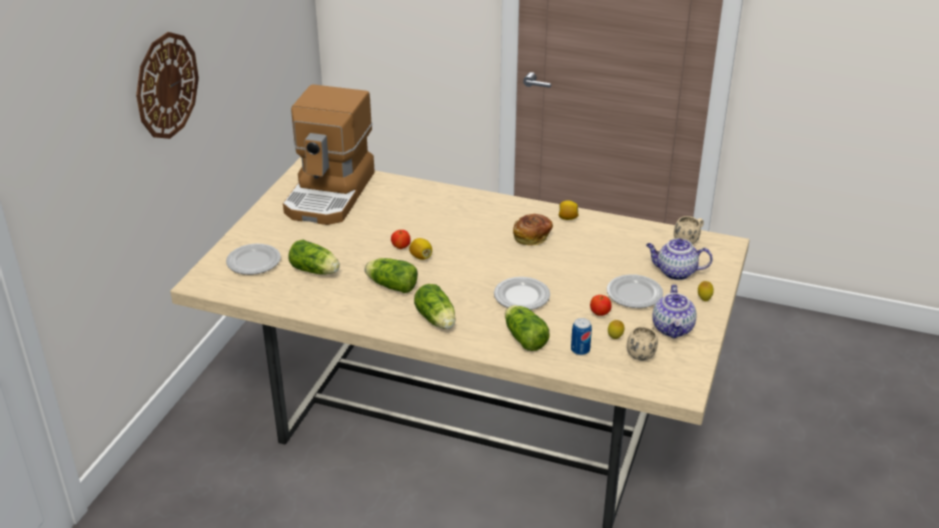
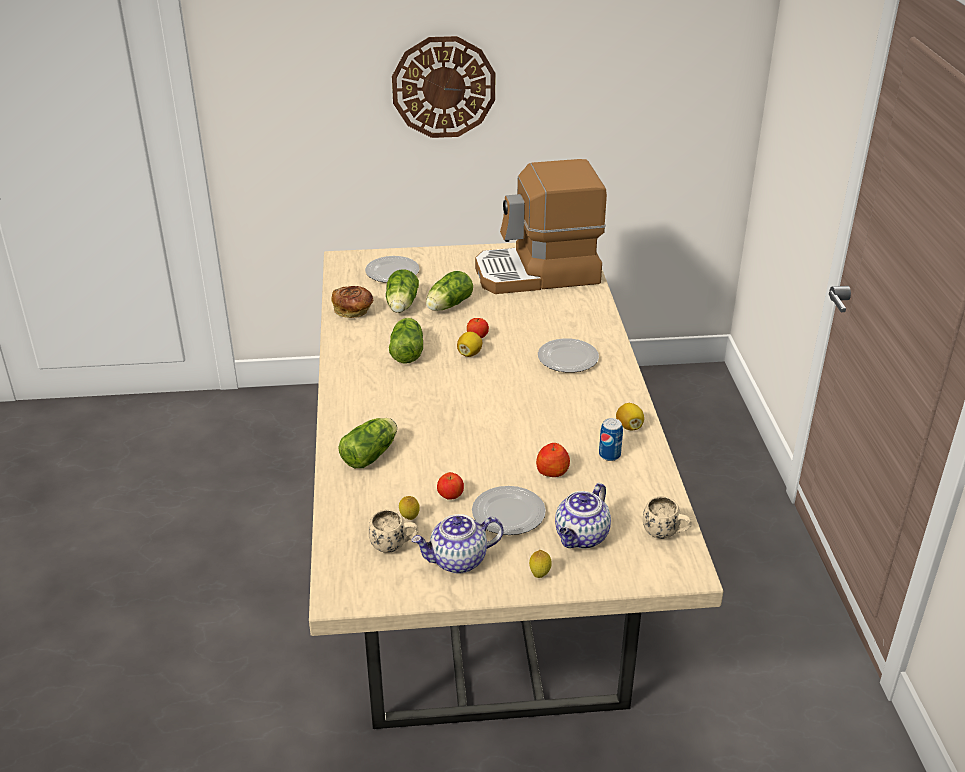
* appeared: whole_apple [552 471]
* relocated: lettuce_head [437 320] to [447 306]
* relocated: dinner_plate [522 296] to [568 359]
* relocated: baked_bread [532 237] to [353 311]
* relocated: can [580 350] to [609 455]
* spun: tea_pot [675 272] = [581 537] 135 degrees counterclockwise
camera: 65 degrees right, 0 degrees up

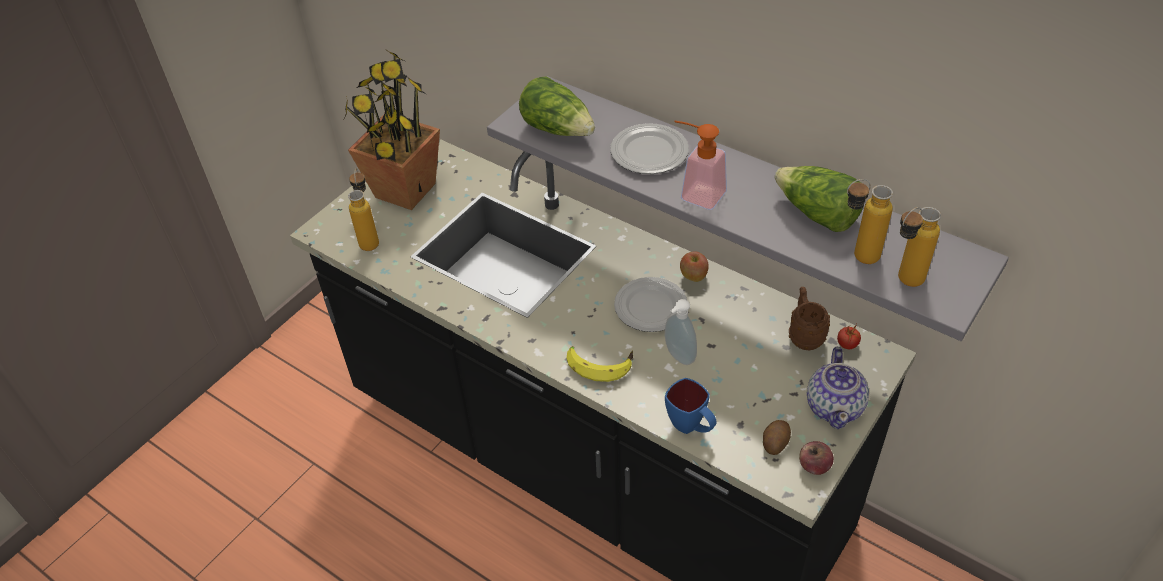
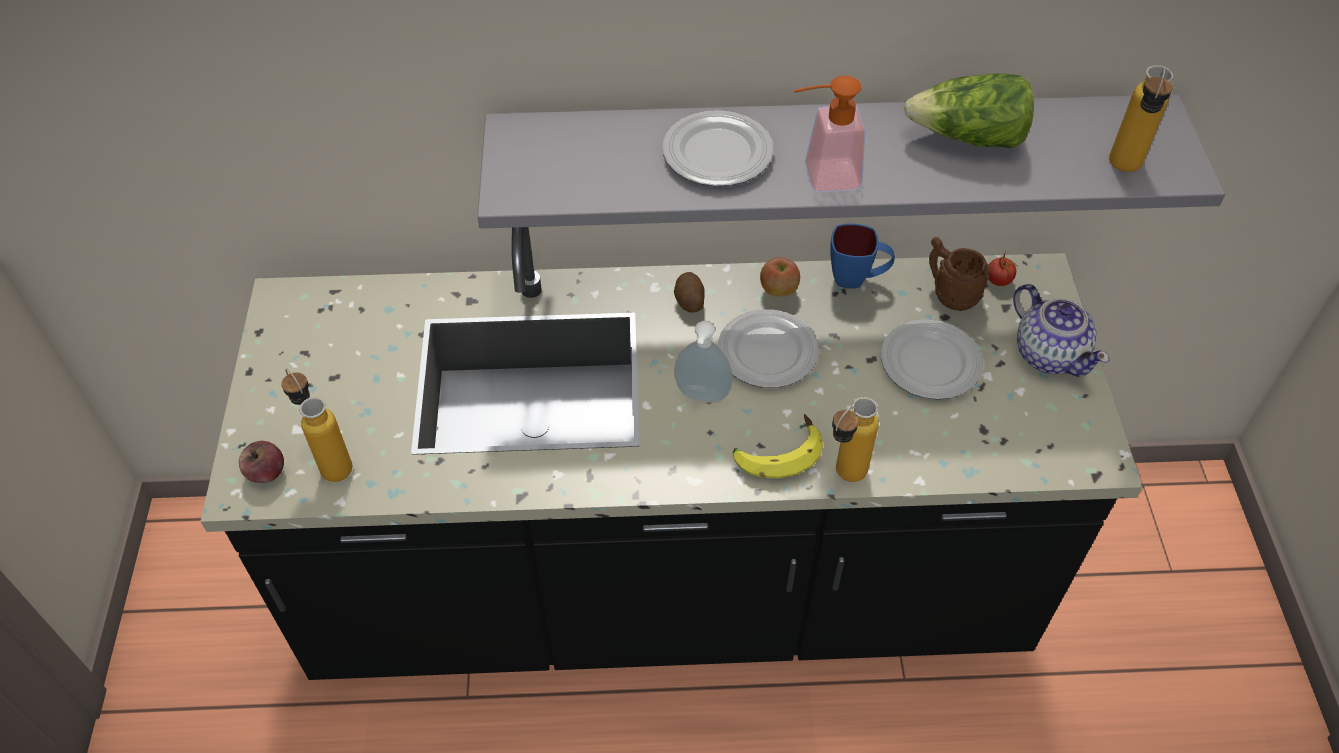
* missing: houseplant [405 191]
* missing: lettuce_head [558 129]
* appeared: dinner_plate [930 362]
* relocated: liquid_soap_bottle [678 357] to [701 397]
* relocated: blue-coloured_mug [691 427] to [857 279]
* relocated: potato [775 443] to [689 301]
* relocated: whole_apple [814 466] to [266 473]
* relocated: beverage_bottle [856 257] to [842 478]
camera: 40 degrees left, 5 degrees up

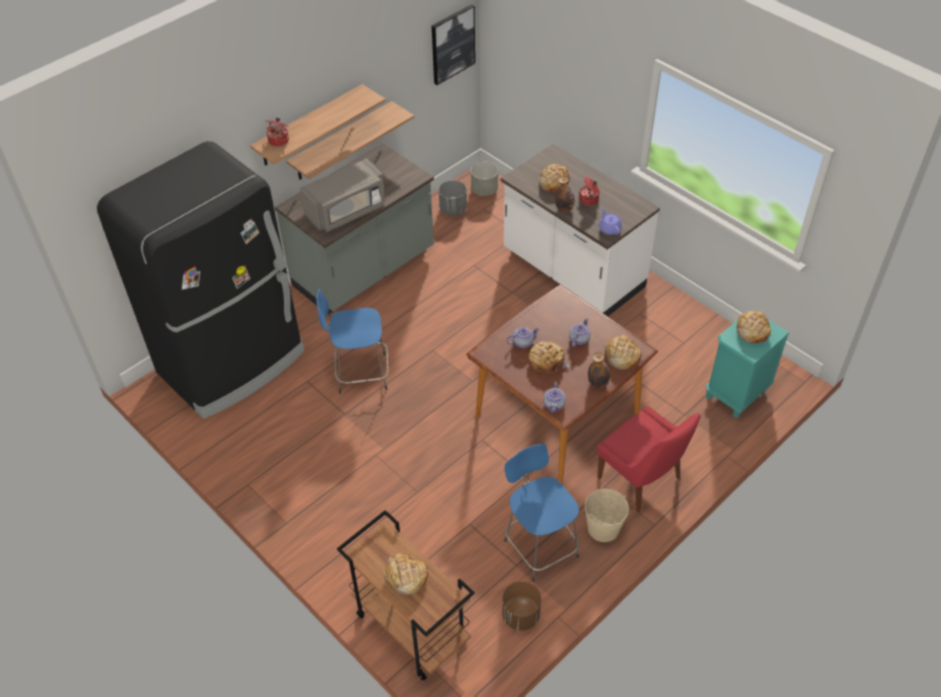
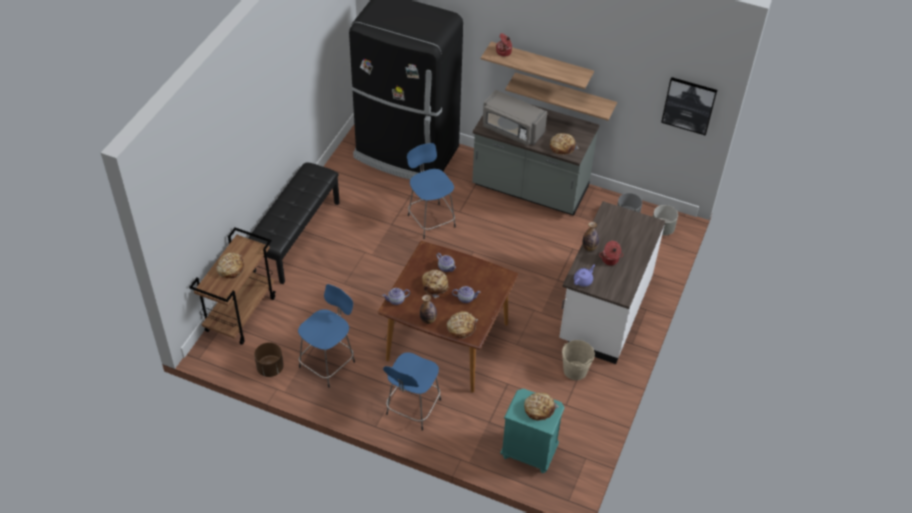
* appeared: black_bench [296 236]
* relocated: baked_bread [553 182] to [562 147]
* relocated: sand-coloured_pail [603 528] to [575 370]
* exchanged: red_plain_chair [641 479] to blue-coloured_stool [412 408]
camera: 65 degrees right, 0 degrees up

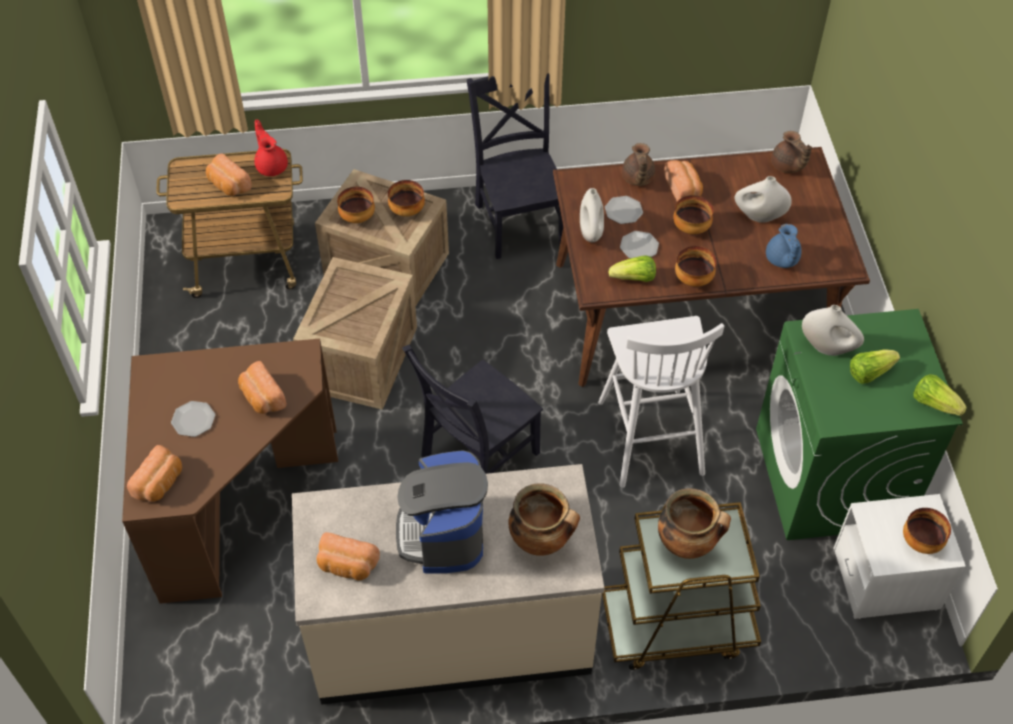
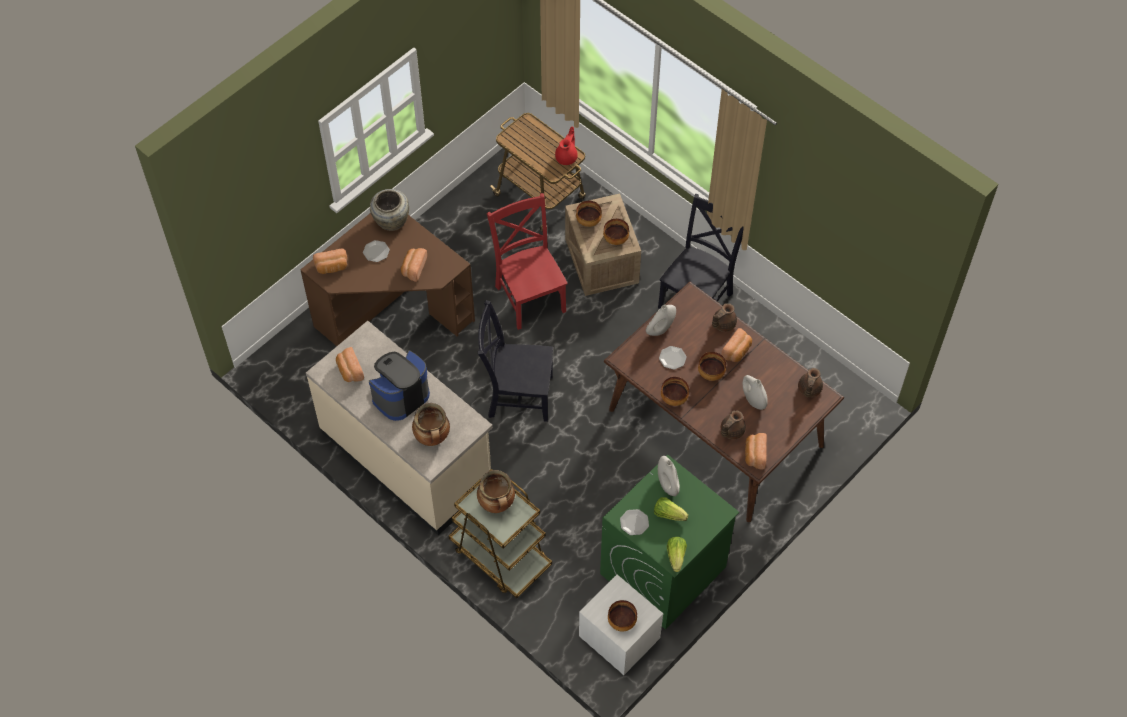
* missing: white_stool [649 435]
* missing: lettuce_head [634 278]
* appeared: sand-coloured_decorative_vase [391 222]
* relocated: baked_bread [228 185] to [754 455]
* relocated: dinner_plate [624 211] to [634 523]
* exchanged: shipping_crate [360 356] to red_plain_chair [530 296]
* colour: blue-coloured_tea_pot [782 260] to brown_tea_pot [731 431]
camera: 50 degrees right, 5 degrees up

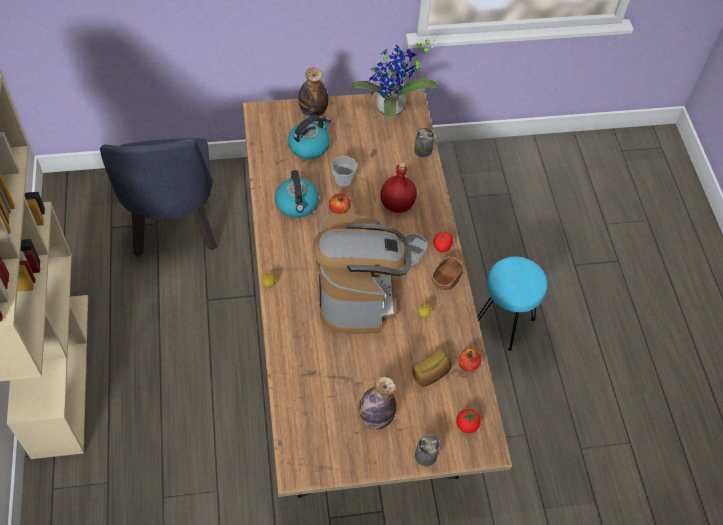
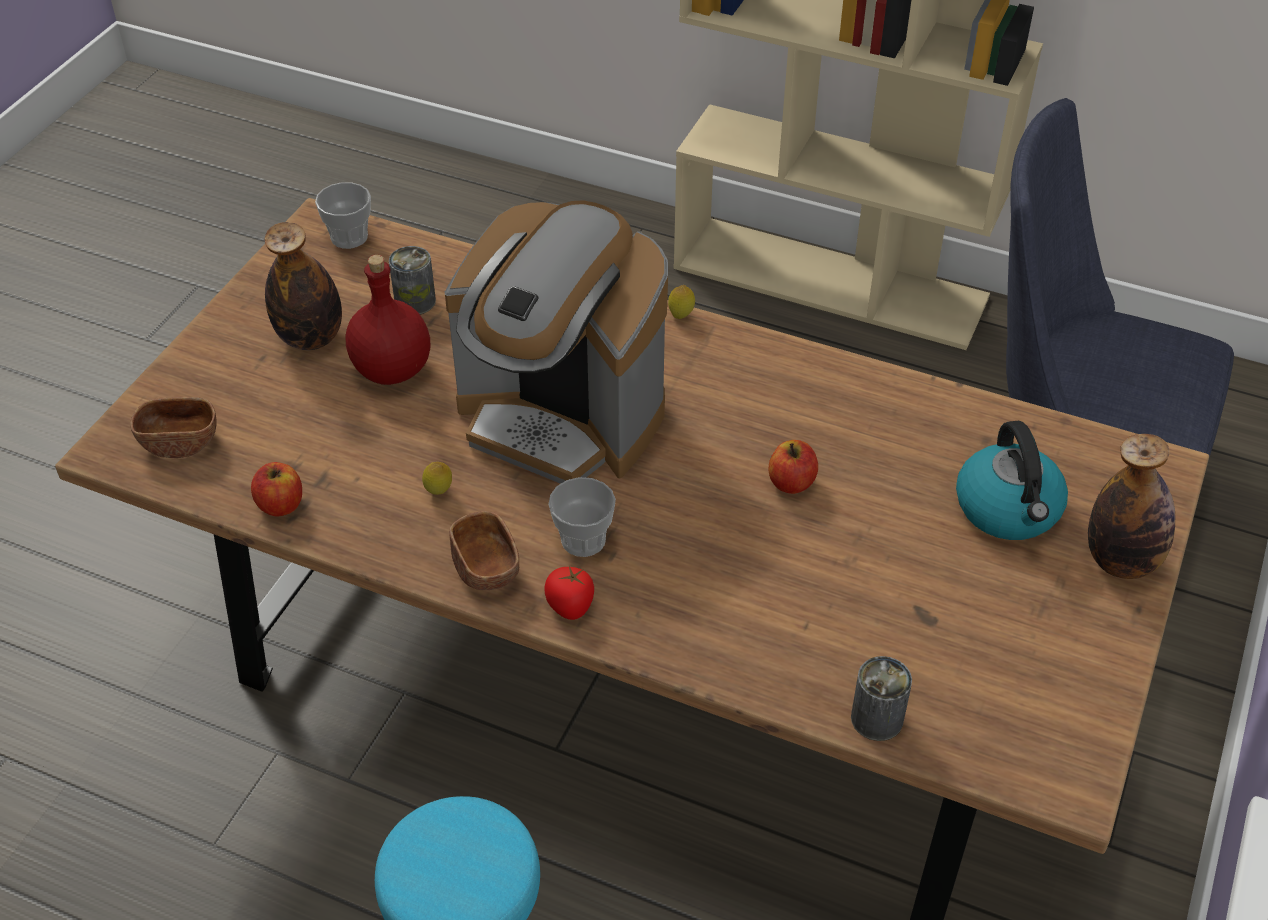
* missing: tea_kettle [297 204]
* missing: houseplant [391 111]
* missing: baked_bread [431 374]
* relocated: drinking_cup [343 180] to [349 237]
* relocated: red_beverage_bottle [397 204] to [392 371]
* relocated: can [425 455] to [415 301]
* exchanged: fresh_tomato [466 425] to brown_deep_dish [180 442]
camera: 125 degrees right, 10 degrees down

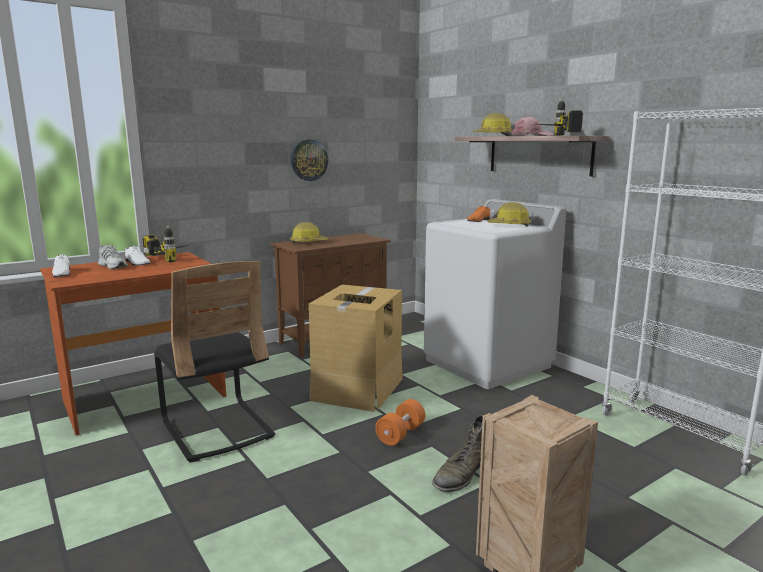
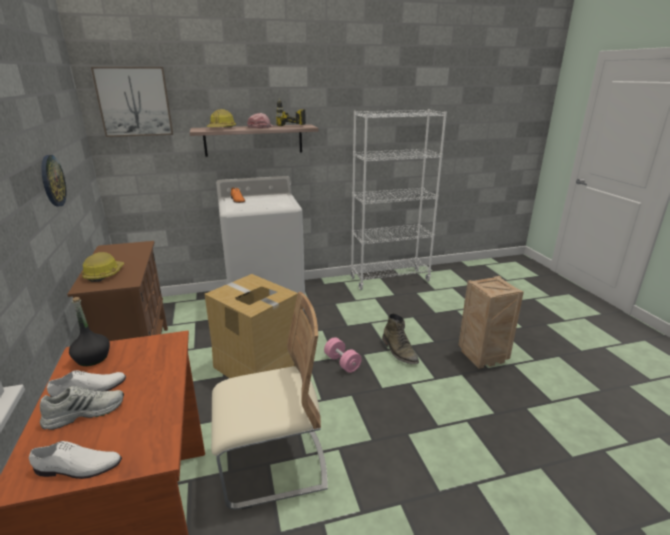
* missing: hard_hat [509 226]
* appeared: wall_picture [134 102]
* exchanged: drill [174 257] to black_beverage_bottle [93 358]
* colour: black_plain_chair [216 429] to sand-coloured_plain_chair [273 465]
* colour: orange-coloured_free_weight [400 434] to pink-coloured_free_weight [342 363]
camera: 70 degrees left, 10 degrees up

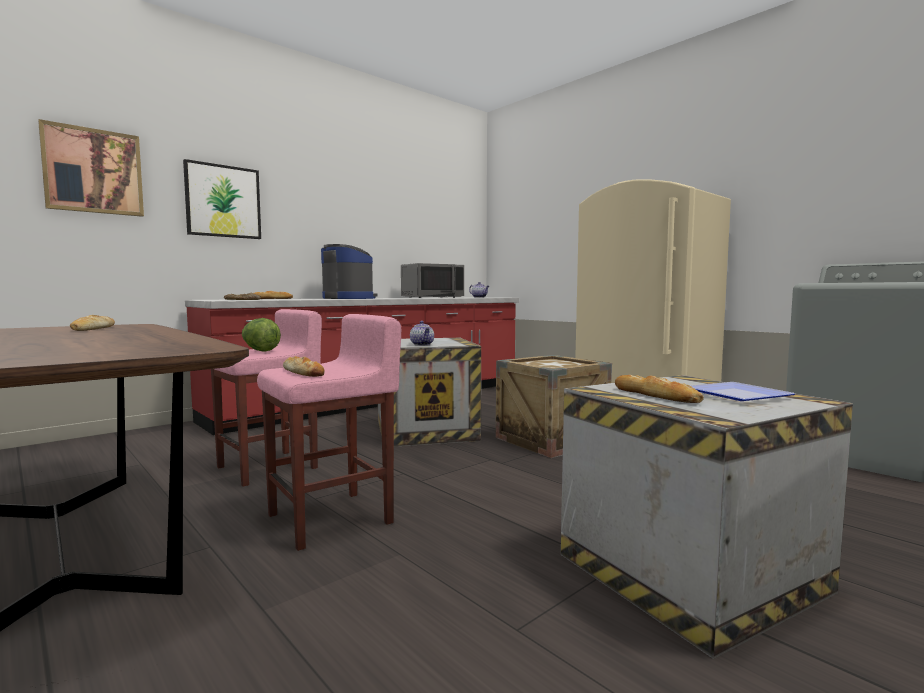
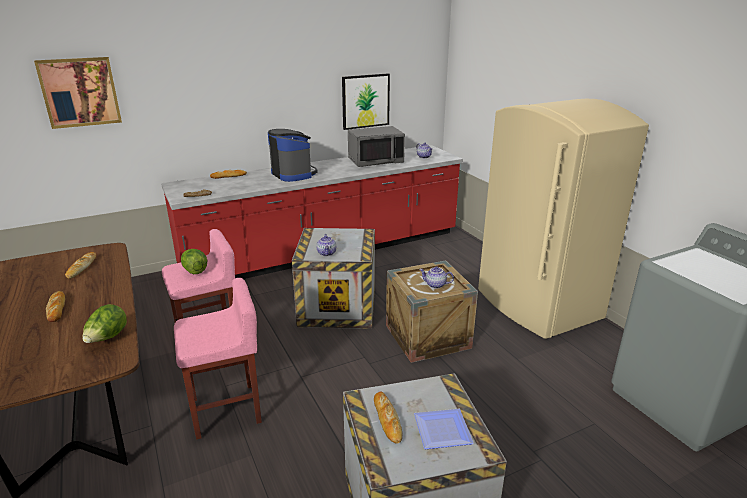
* appeared: lettuce_head [107 338]
* appeared: tea_pot [435 285]
* relocated: wall_picture [223 201] to [365 101]
* relocated: baked_bread [302 372] to [56 309]
camera: 15 degrees right, 20 degrees up

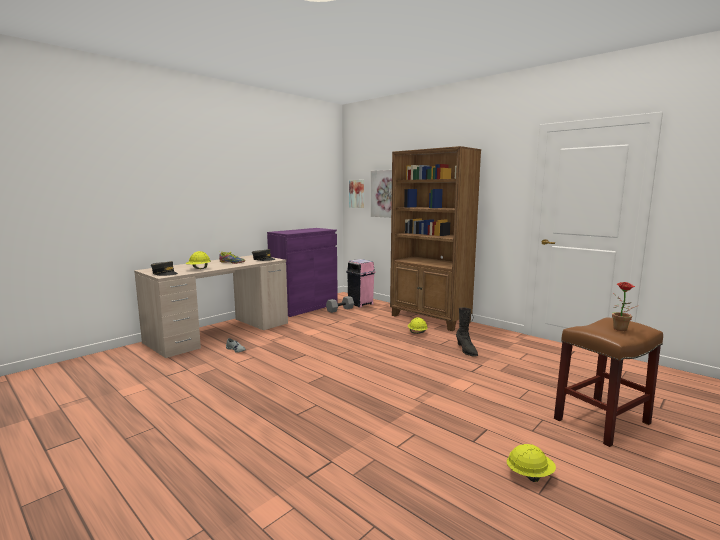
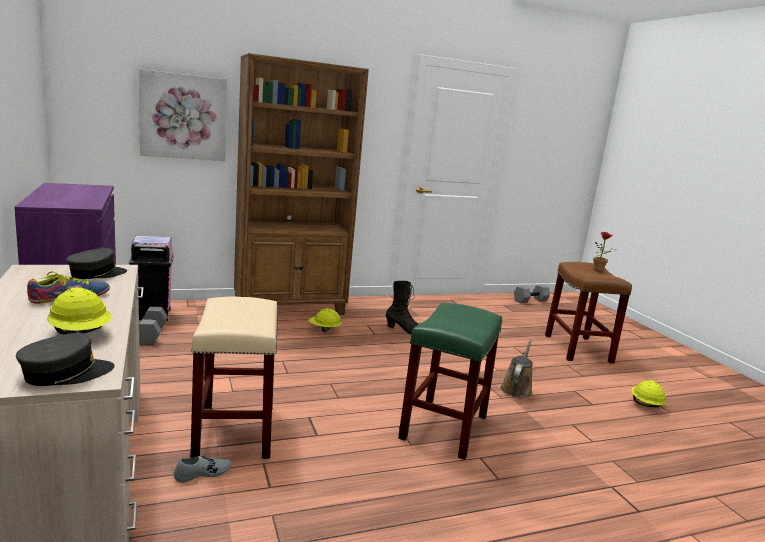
* missing: wall_picture [357 193]
* appeared: sand-coloured_stool [235 432]
* appeared: green_stool [444 426]
* appeared: brown_sprinkling_can [516 389]
* appeared: gray_free_weight [530 300]
camera: 65 degrees left, 5 degrees up

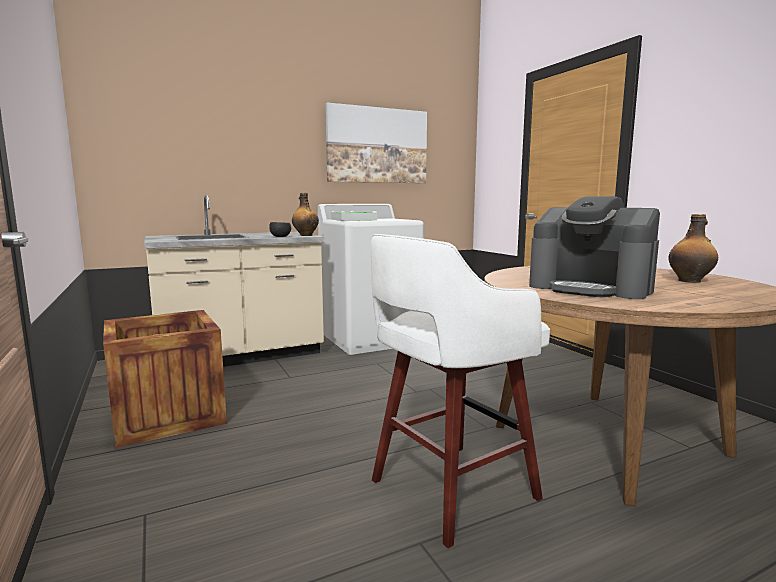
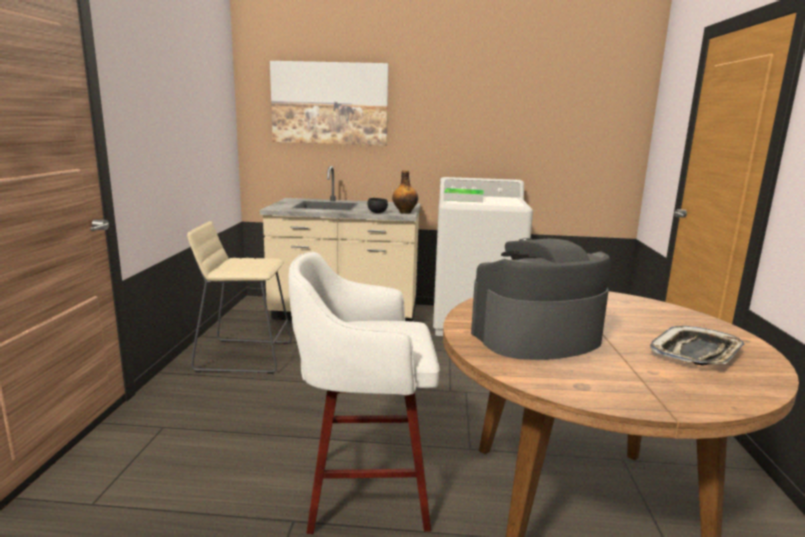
* relocated: wall_picture [377 145] to [330 103]
* exchanged: shipping_crate [168 415] to sand-coloured_stool [244 356]
* exchanged: beverage_bottle [690 281] to carrying_tray [696 353]
* spun: coffee_machine [591 288] = [535 337] 90 degrees clockwise
camera: 30 degrees right, 5 degrees up

